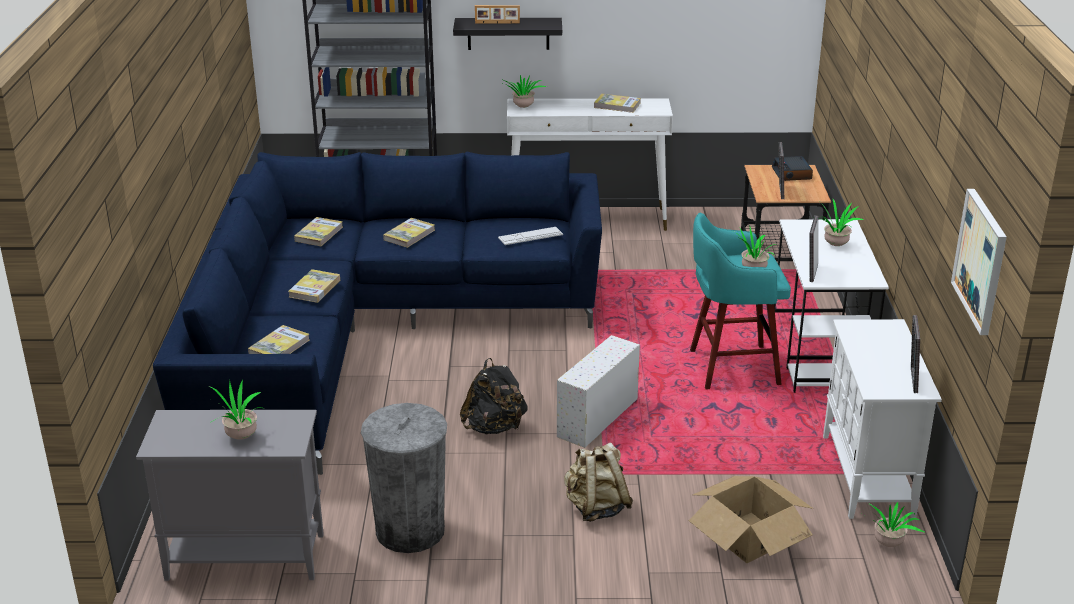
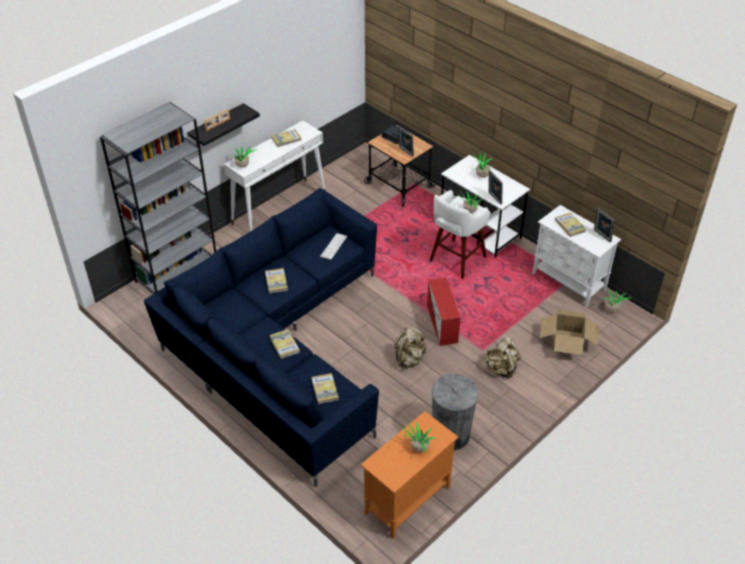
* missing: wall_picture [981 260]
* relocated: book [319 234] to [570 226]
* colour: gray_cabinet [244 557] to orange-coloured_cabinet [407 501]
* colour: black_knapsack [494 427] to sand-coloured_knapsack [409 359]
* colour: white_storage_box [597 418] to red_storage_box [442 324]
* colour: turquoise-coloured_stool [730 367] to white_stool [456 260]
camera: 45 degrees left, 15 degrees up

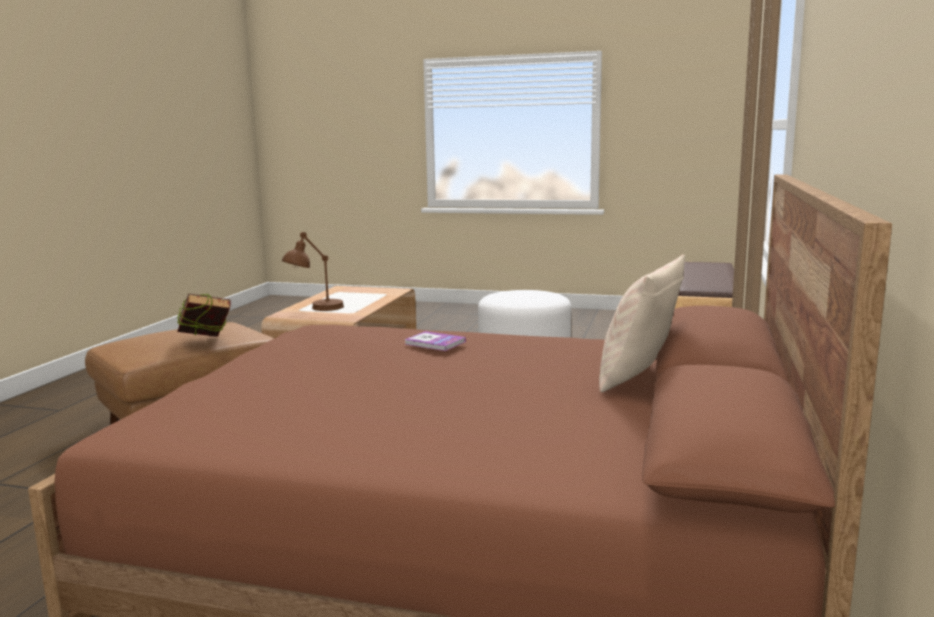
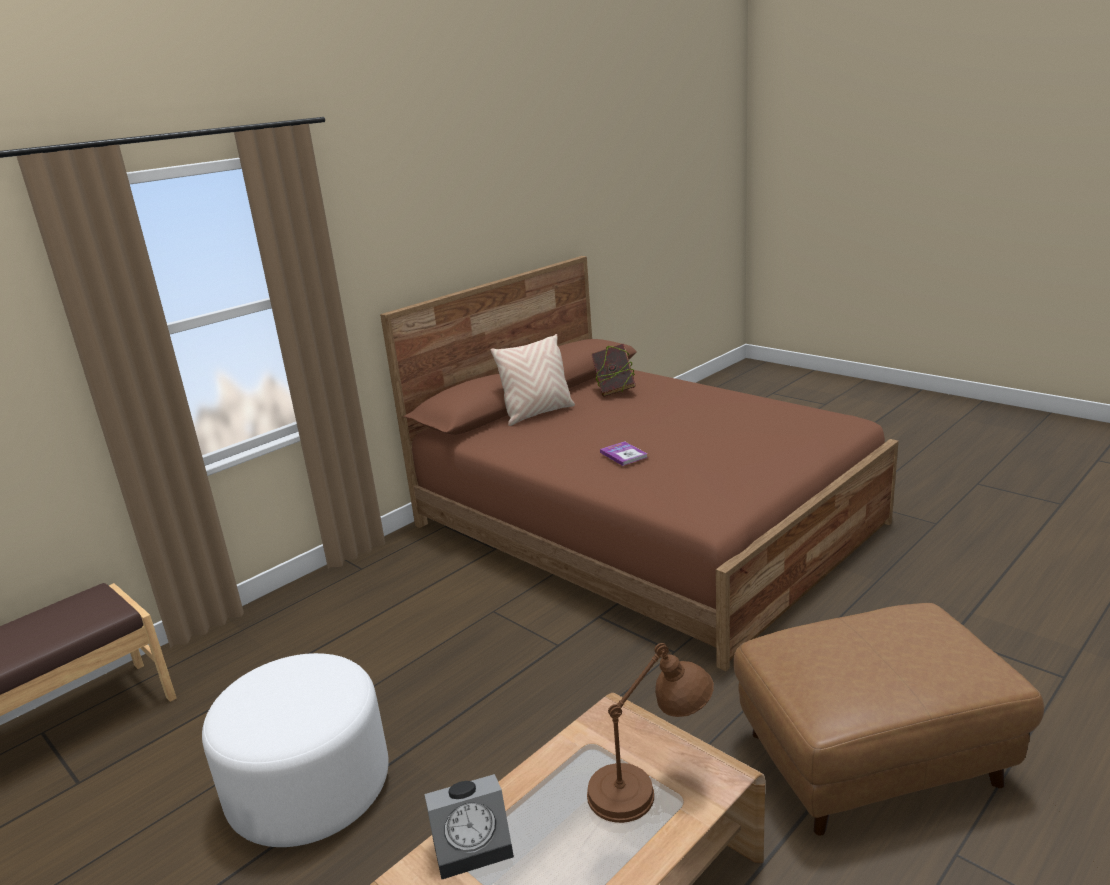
* appeared: alarm_clock [474 845]
* relocated: book [206 342] to [614 391]
camera: 150 degrees left, 10 degrees up

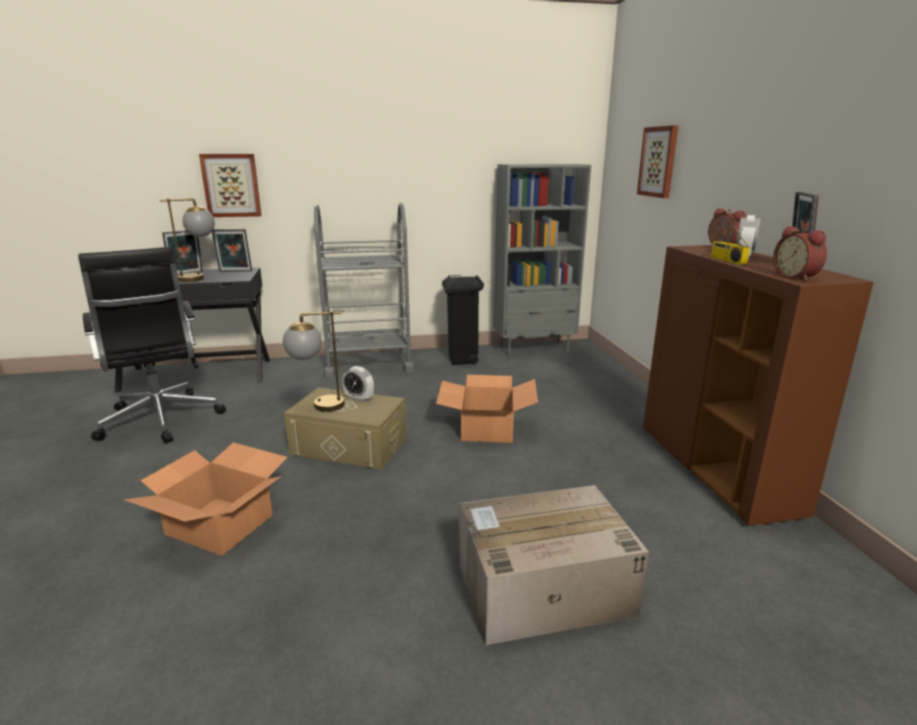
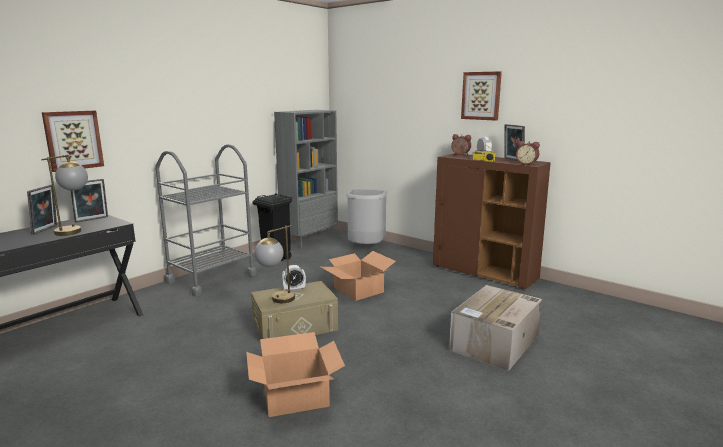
* missing: black_office_chair [161 421]
* appeared: gray_trash_can [366 248]
* relocated: wall_picture [658 162] to [481 96]
camera: 40 degrees left, 5 degrees down

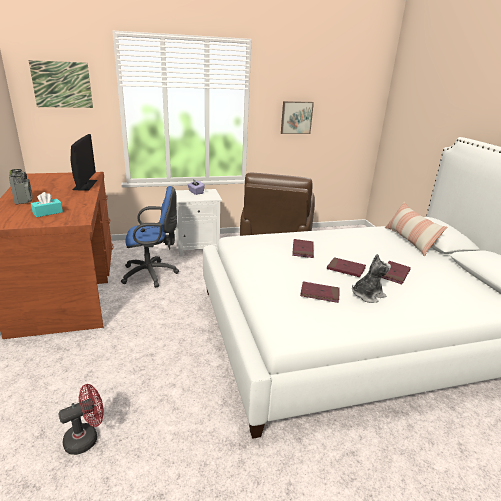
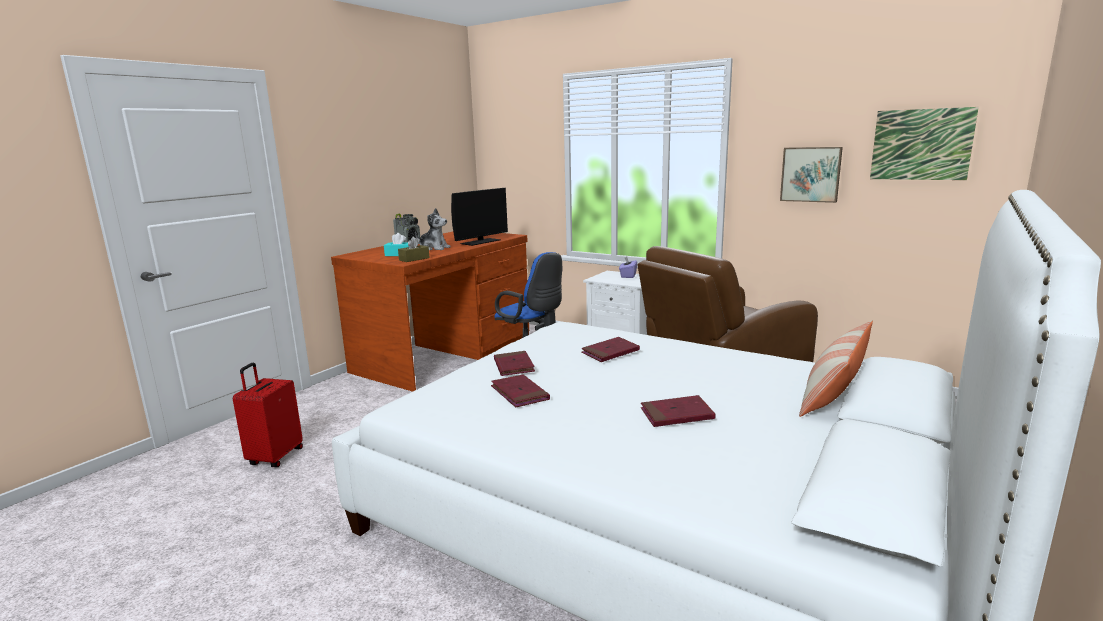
* appeared: brown_box_of_tissues [414 259]
* relocated: wall_picture [62 84] to [921 144]
* relocated: red_book [346 269] to [513 366]
* relocated: soft_toy [367 295] to [434 248]
* exchanged: red_electric_fan [86 438] to red_travel_case [275 457]
camera: 50 degrees right, 10 degrees down

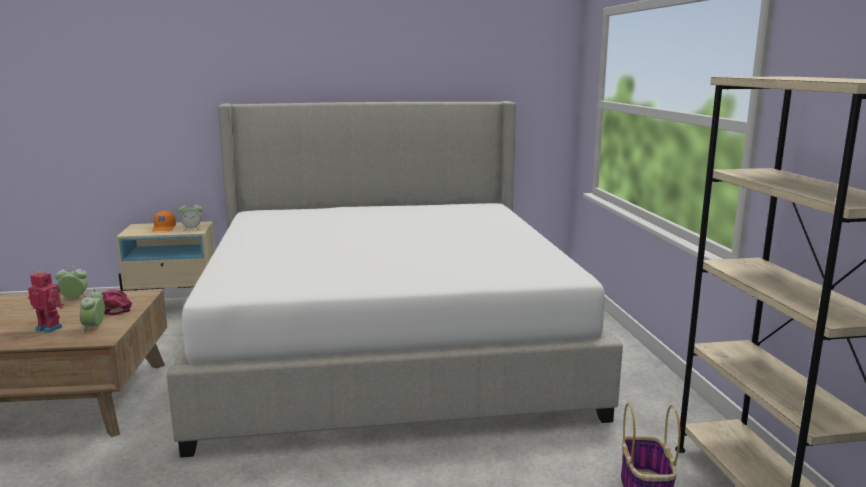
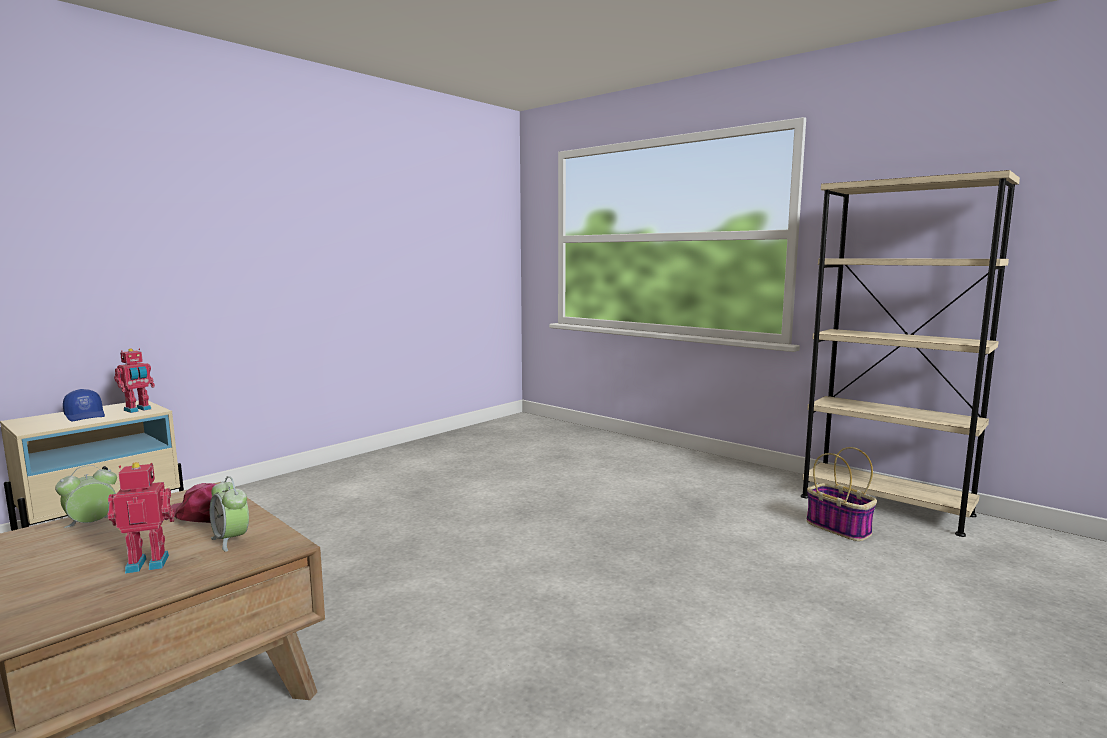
* missing: sleeping_bed [386 346]
* exchanged: alarm_clock [192 229] to model_robot [138 410]
* colour: orange-coloured_cap [164 228] to blue-coloured_cap [86 416]
camera: 40 degrees left, 5 degrees down

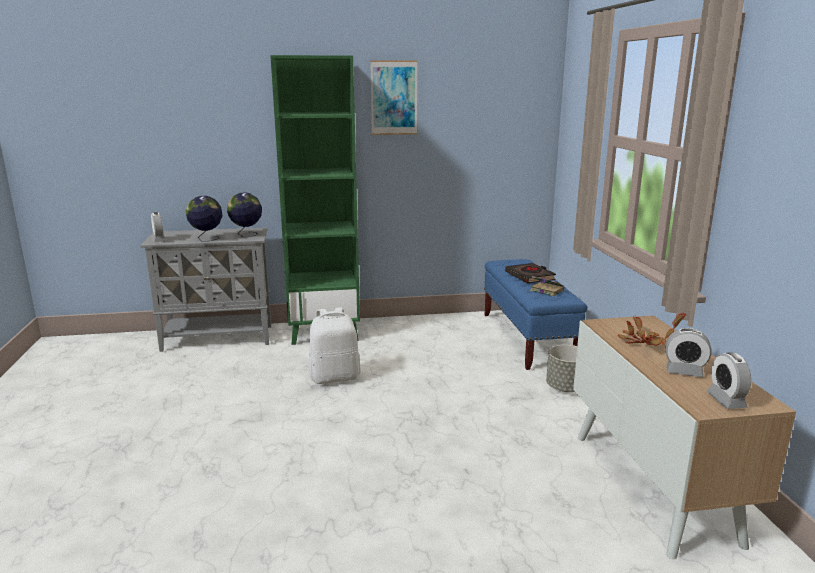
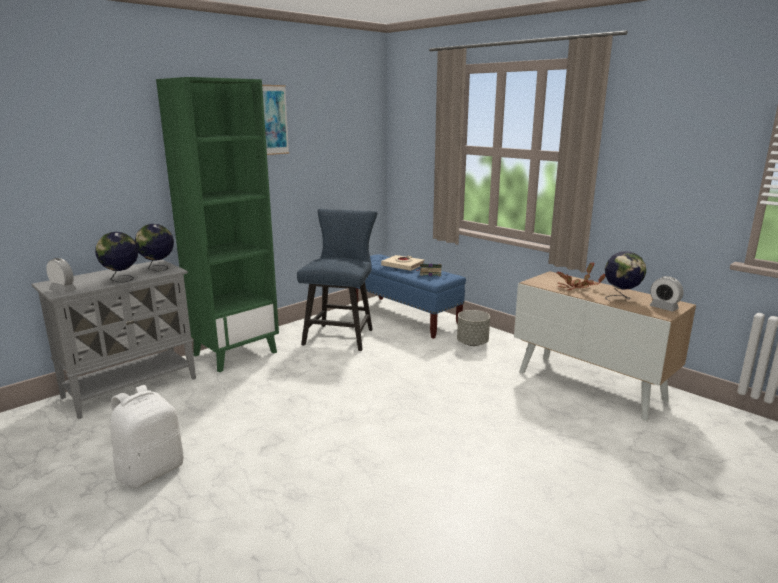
* appeared: blue-coloured_plain_chair [341 335]
* relocated: white_knapsack [335 377] to [151 471]
* exchanged: alarm_clock [684 371] to world_globe [621 298]
* colour: black_book [530 276] to sand-coloured_book [403 265]
camera: 35 degrees left, 0 degrees up

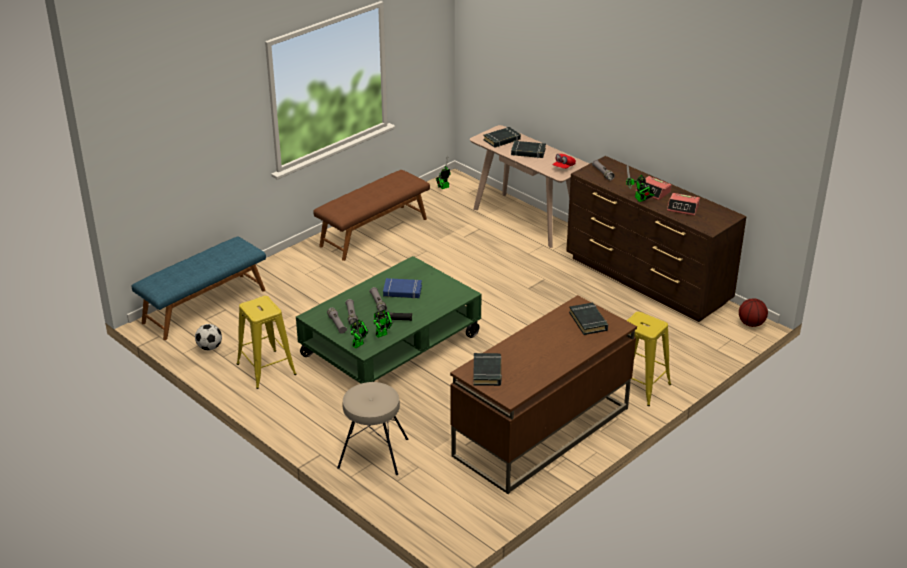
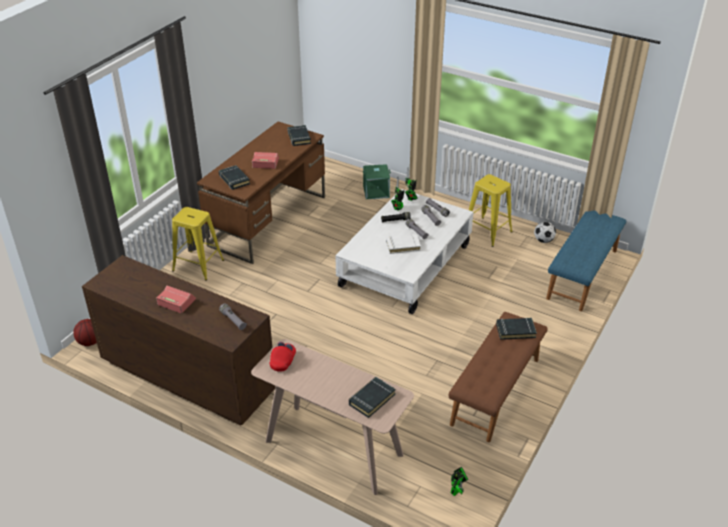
* missing: model_robot [639 200]
* relocated: black_book [528 152] to [515 330]
* relocated: alarm_clock [683 208] to [265 163]
* exchanged: sand-coloured_stool [373 454] to green_storage_box [376 191]
* colour: green_lounge_table [390 345] to white_lounge_table [406 266]
* colour: blue-coloured_book [402 291] to white_book [403 246]
camera: 165 degrees right, 5 degrees up

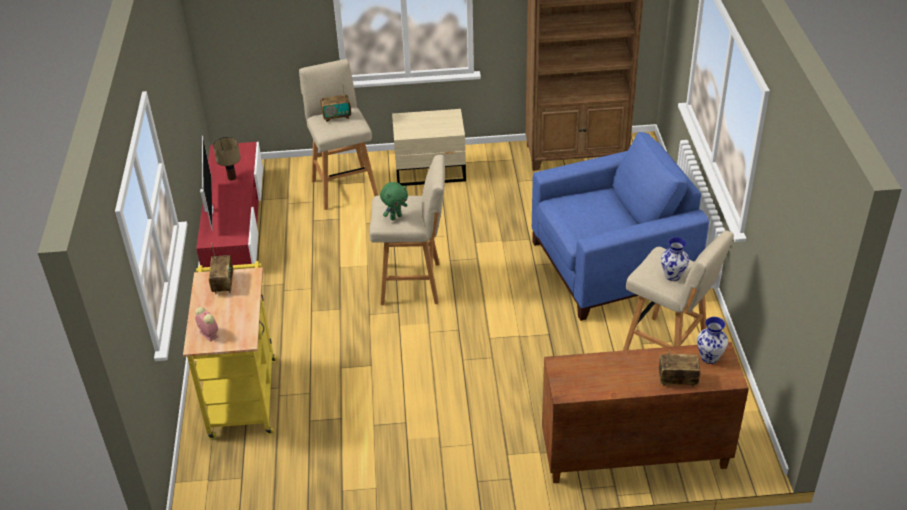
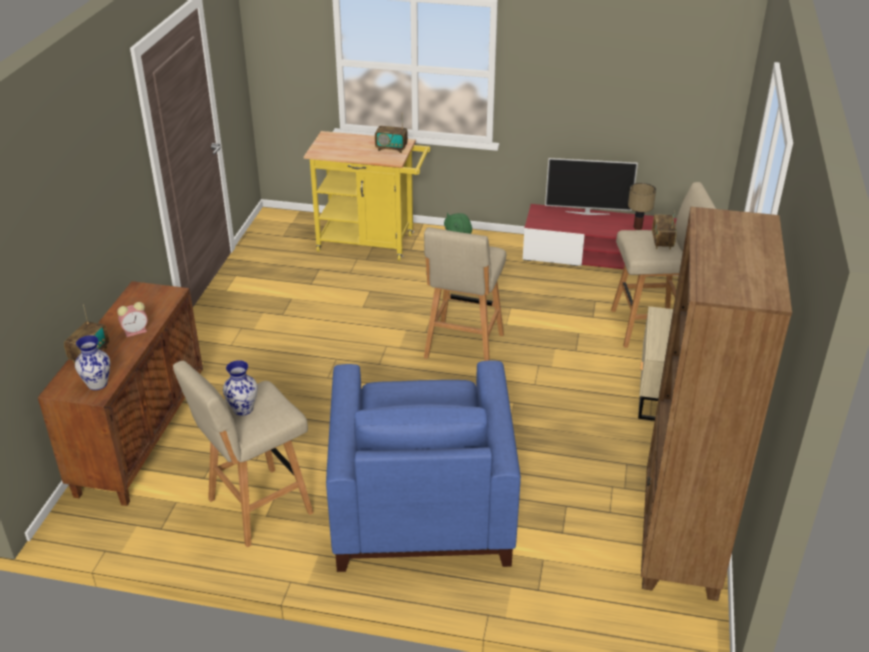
* relocated: alarm_clock [208 334] to [136 331]
camera: 105 degrees right, 5 degrees down

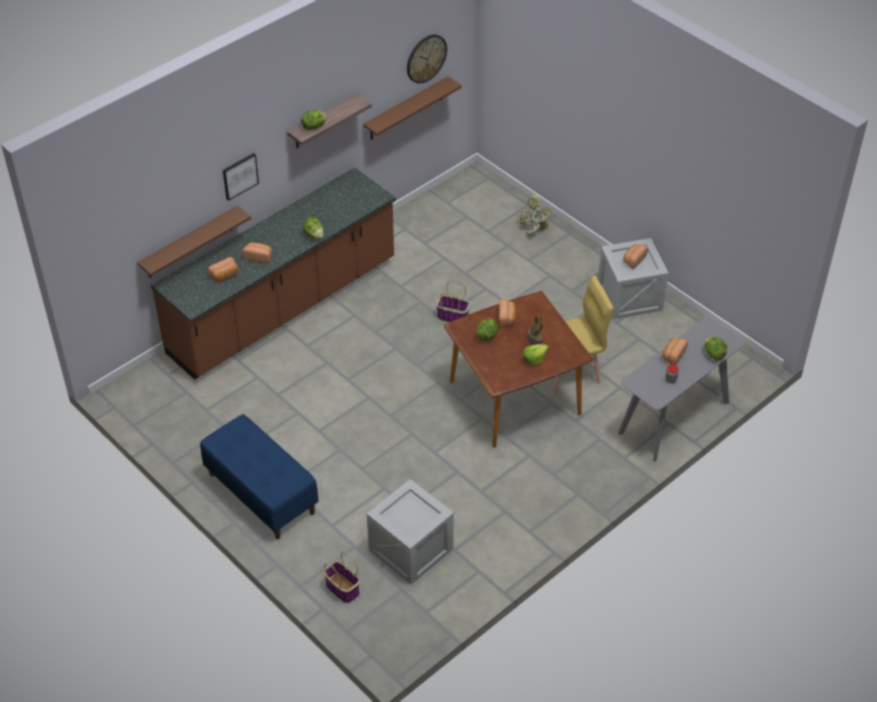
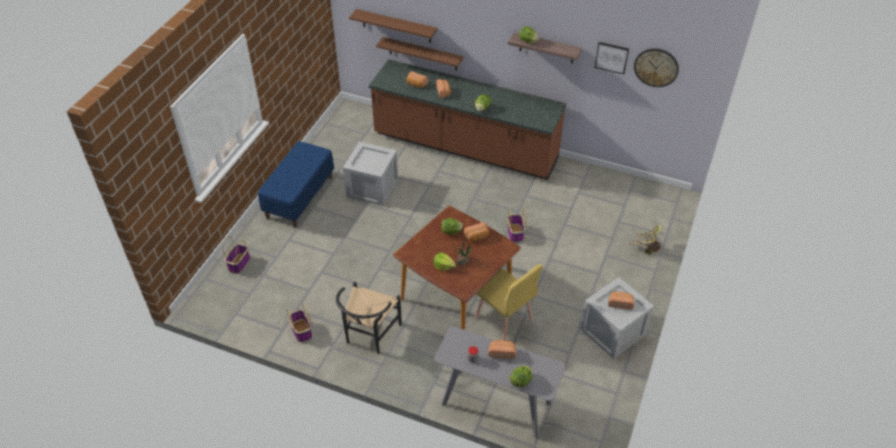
* appeared: household_basket [301 330]
* appeared: black_plain_chair [369 336]
* relocated: wall_picture [240 176] to [612 57]
* relocated: brown_wall_shelf [406 109] to [396 26]
* relocated: shipping_crate [411 549] to [372 188]
camera: 65 degrees right, 0 degrees up

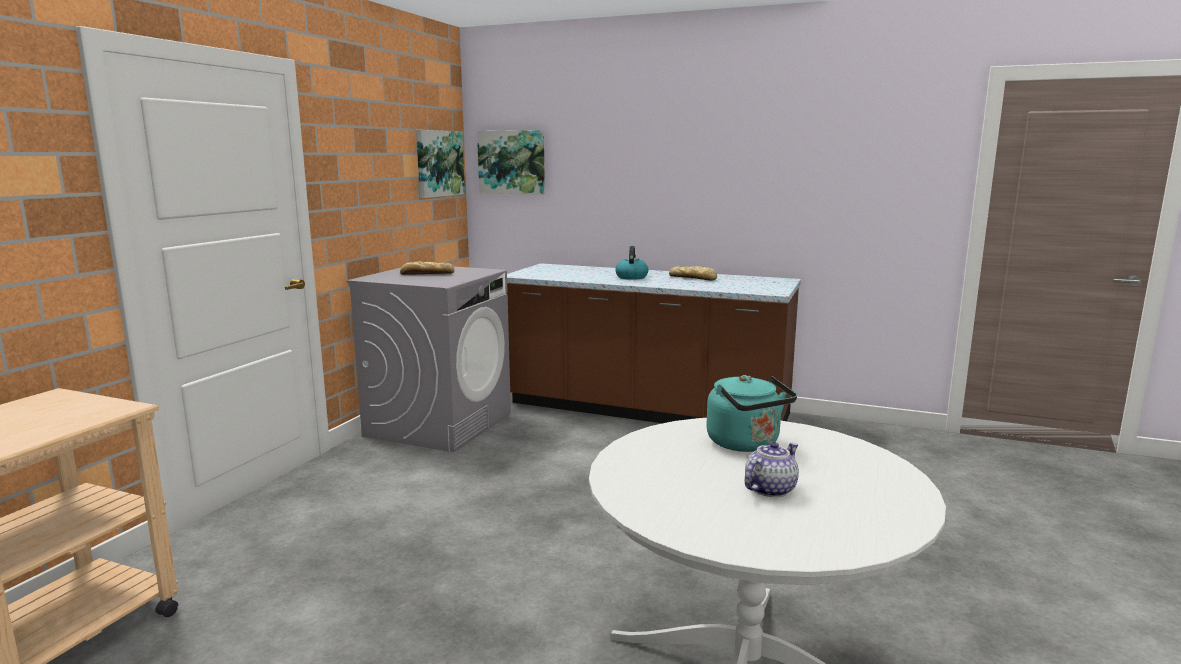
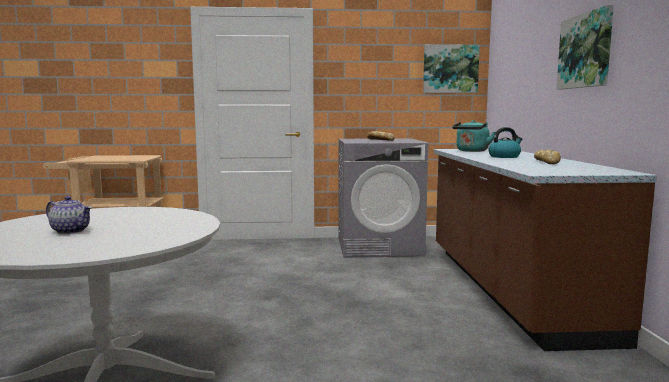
* relocated: wall_picture [512 162] to [586 51]
* relocated: turquoise-coloured_tea_kettle [746 444] to [471 151]
camera: 65 degrees right, 5 degrees down

